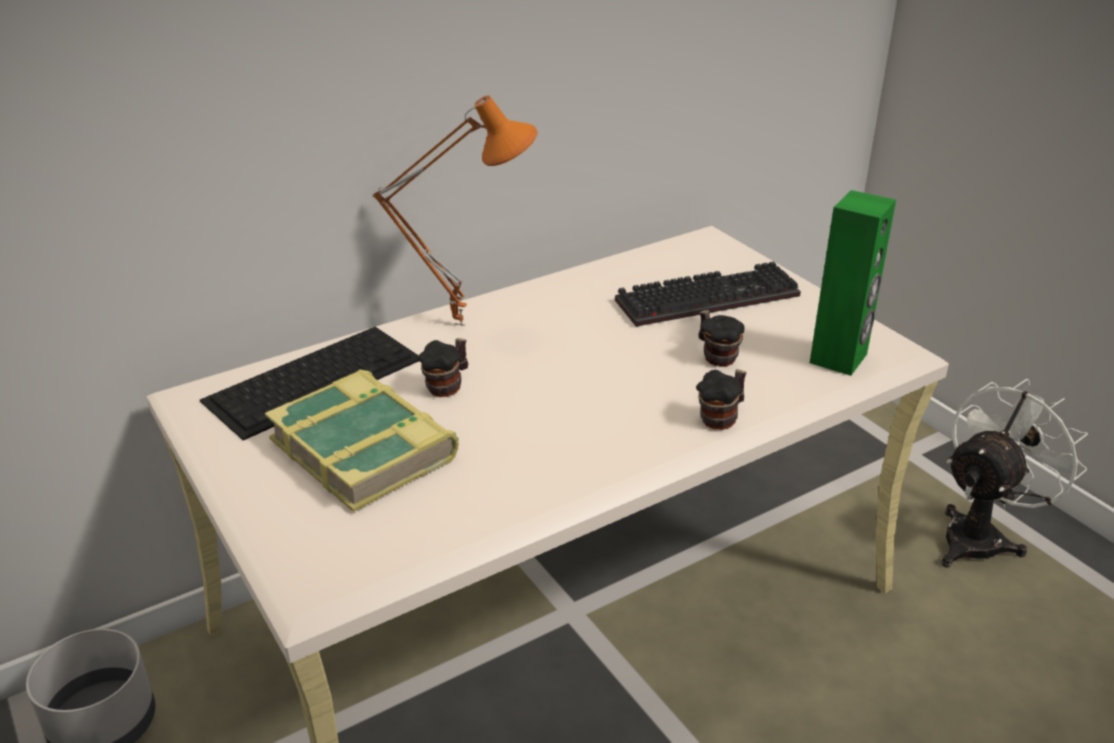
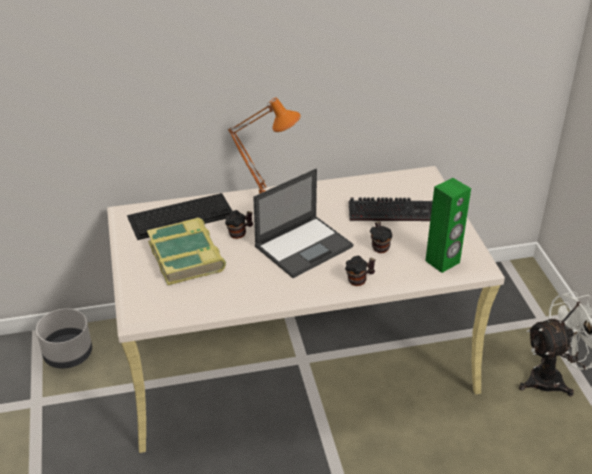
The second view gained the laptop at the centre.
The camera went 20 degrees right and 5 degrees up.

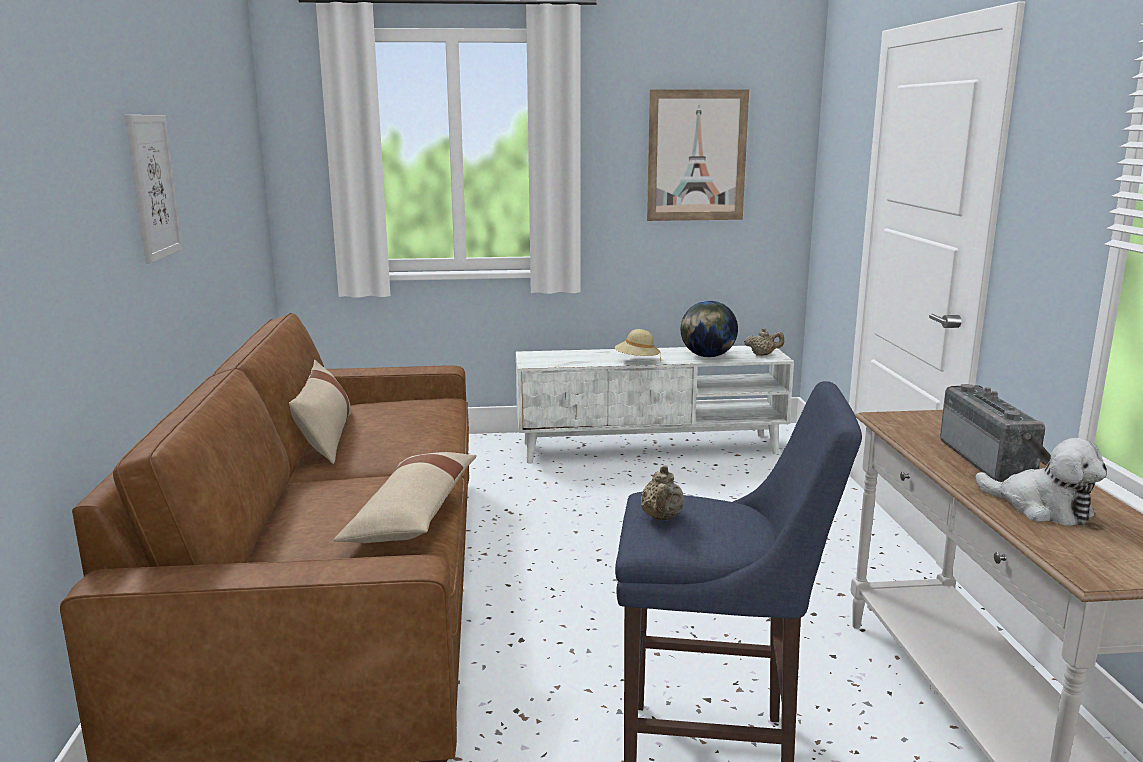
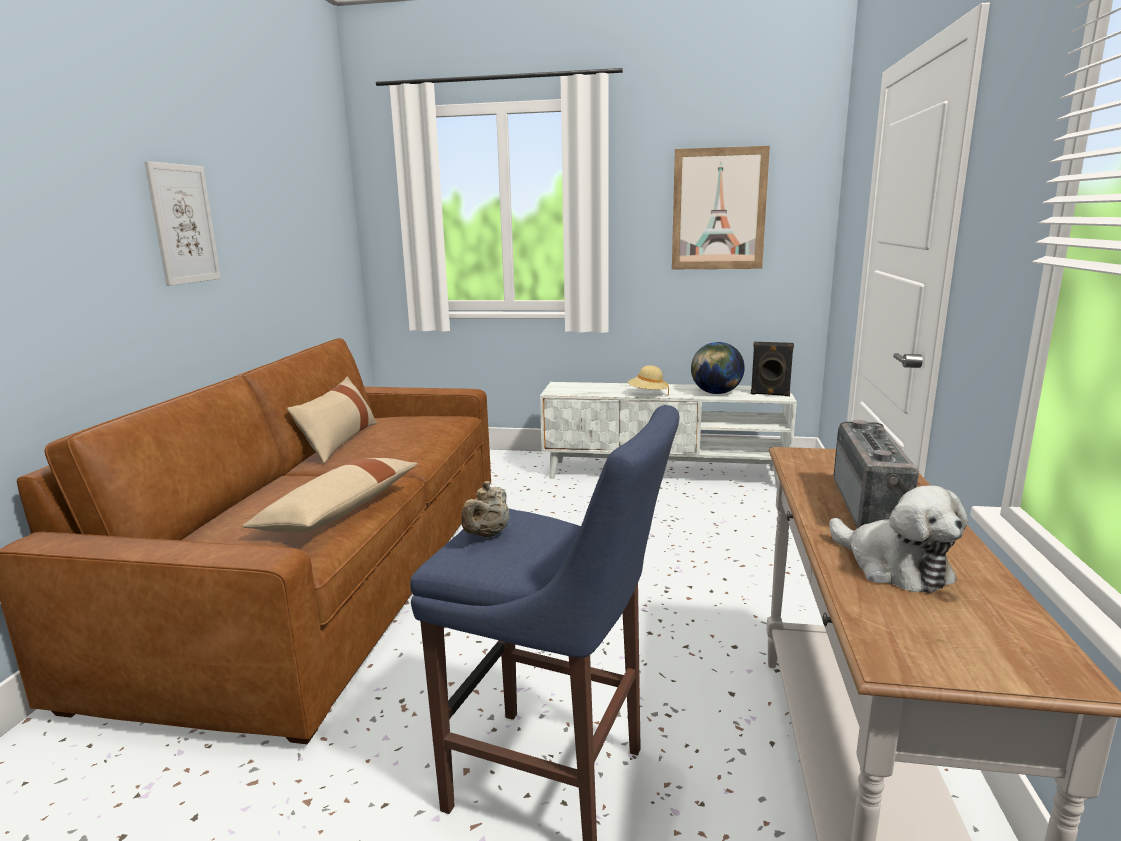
Where the beige-coloured tea pot (no. 2 from left) stood at the middle right, the blackish loudspeaker came to stand at the middle right.
The camera went 15 degrees right and 0 degrees up.

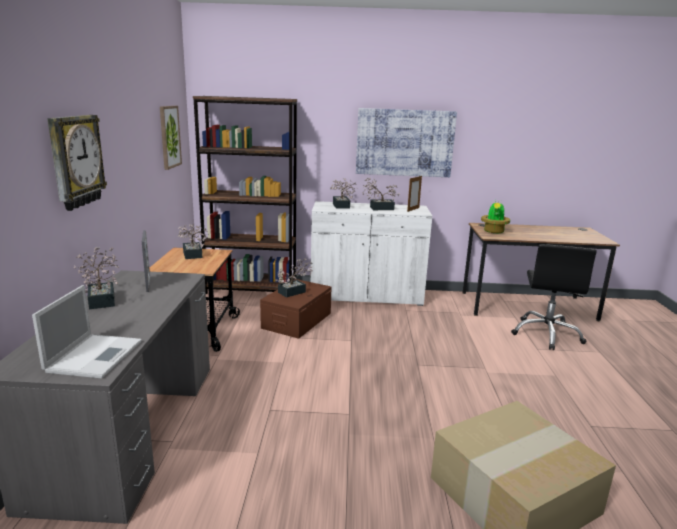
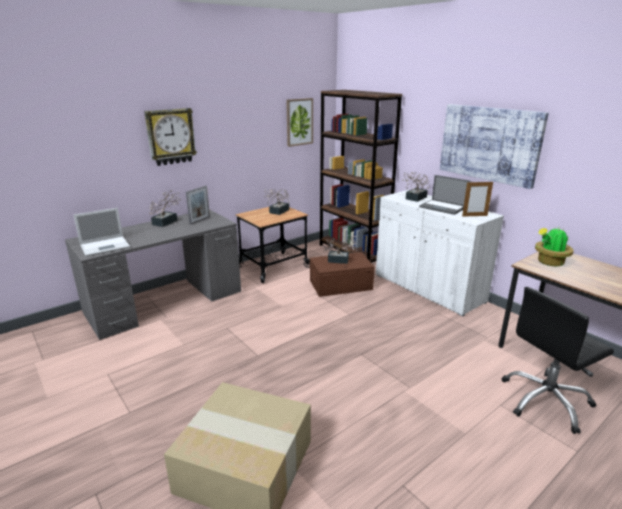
Where the houseplant (no. 5 from left) stood at the centre, the laptop (no. 2 from left) came to stand at the middle right.
The camera went 50 degrees right and 5 degrees up.

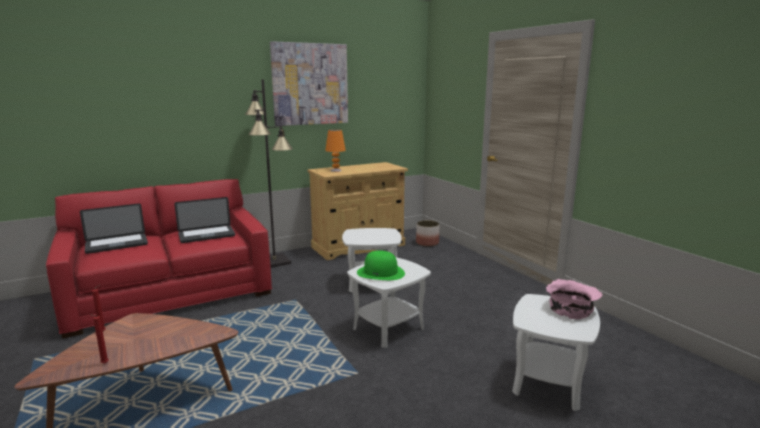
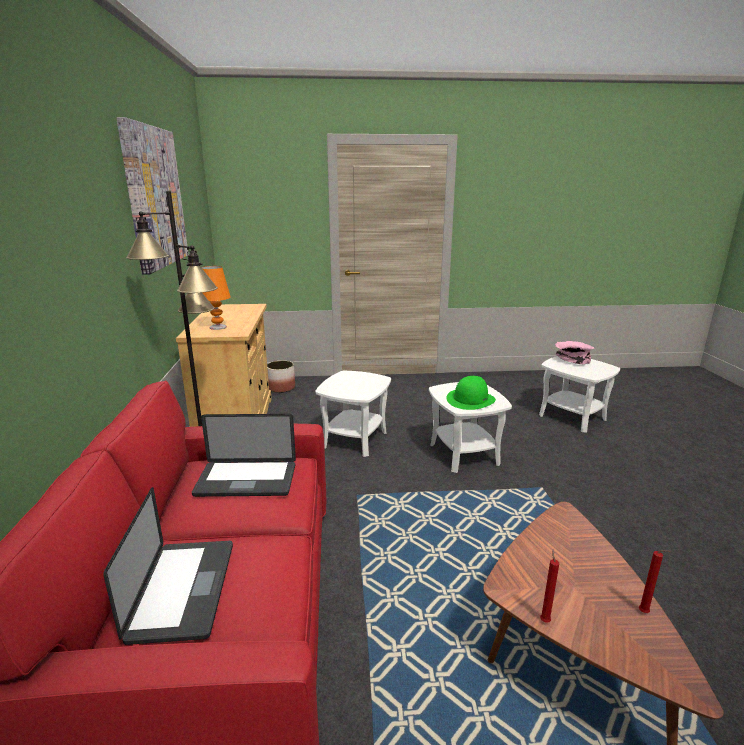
The laptop (no. 2 from left) at the middle left ended up facing another way, 90 degrees clockwise from before.
The camera went 65 degrees left and 5 degrees up.

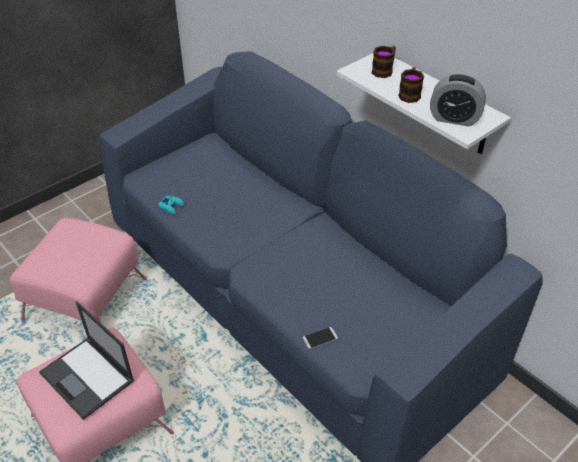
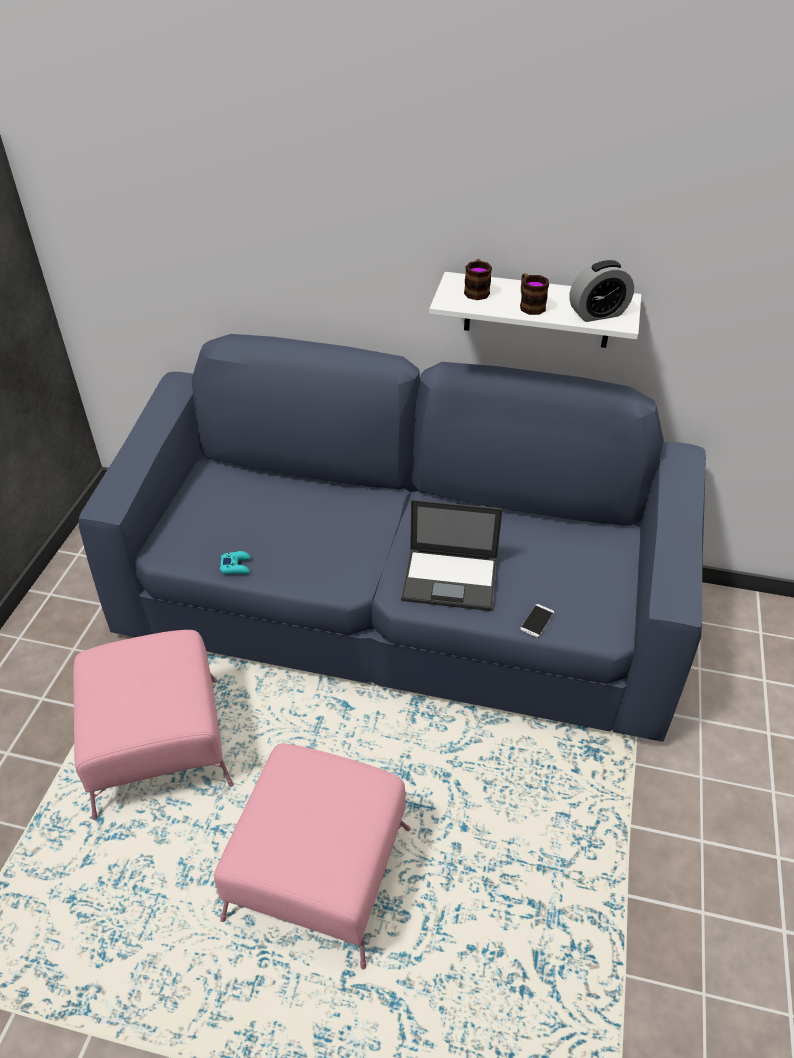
The laptop ended up elsewhere, having gone from the bottom left to the centre.
The camera went 35 degrees left and 0 degrees up.

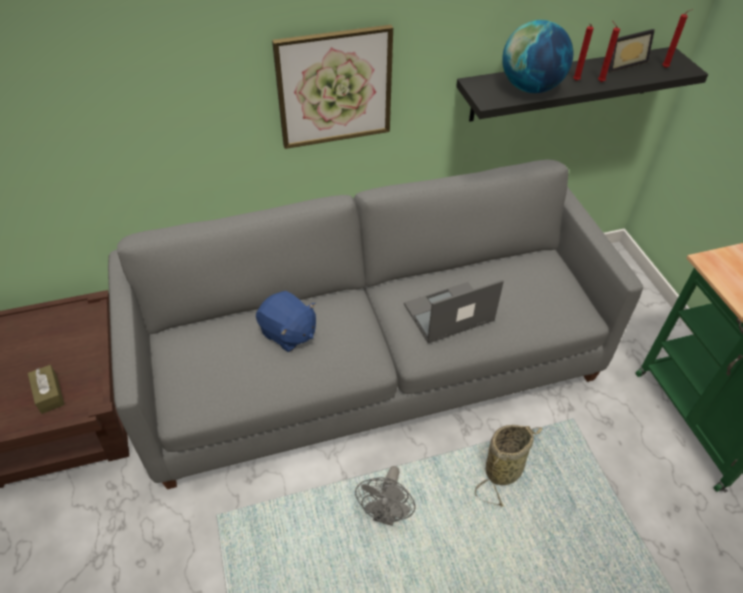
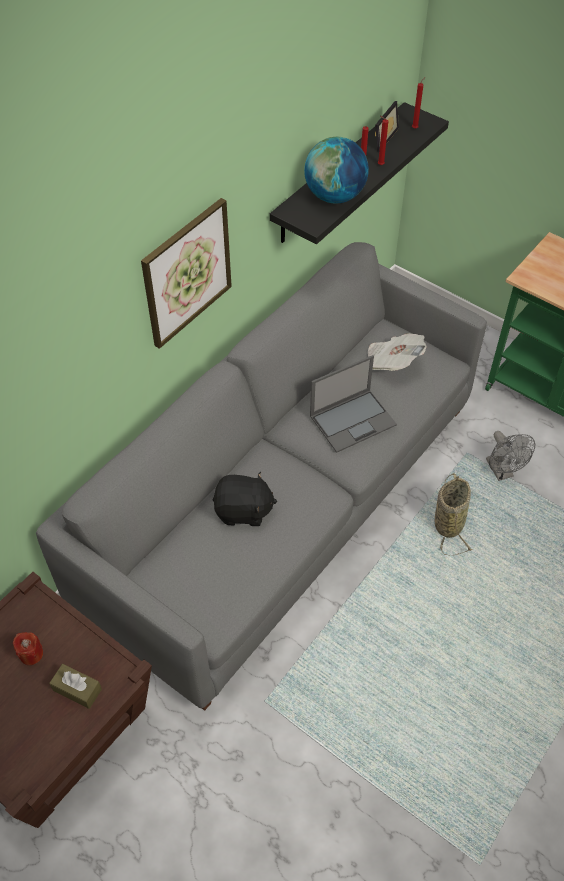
The laptop at the centre ended up facing another way, 150 degrees counterclockwise from before.
What was the blue-coloured cuddly toy at the centre turned into the blackish cuddly toy at the centre.
The greyish cooling fan ended up elsewhere, having gone from the bottom centre to the middle right.
The second view gained the newspaper at the middle right.
The second view gained the reddish wax candle (no. 1 from left) at the bottom left.
The camera went 35 degrees left and 5 degrees up.

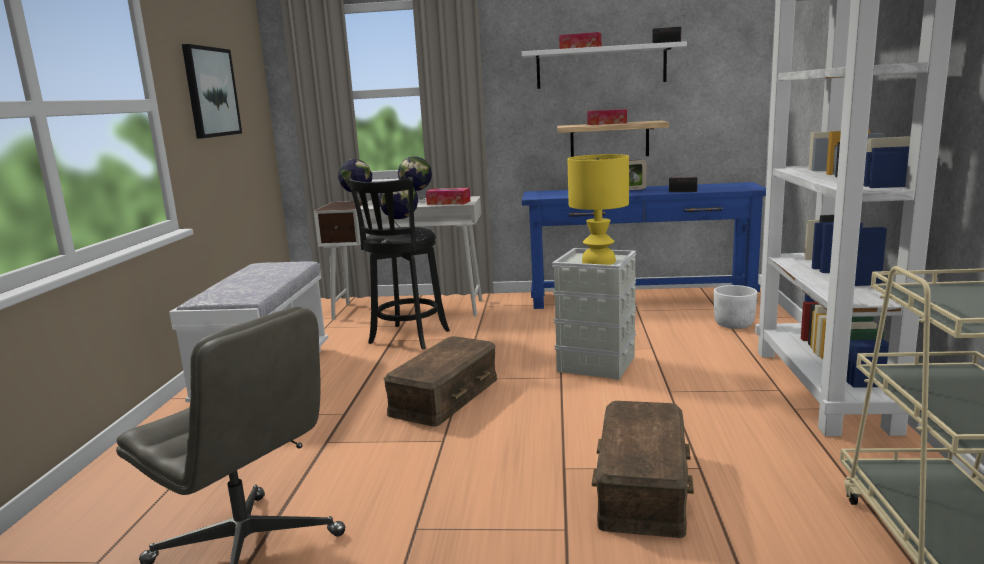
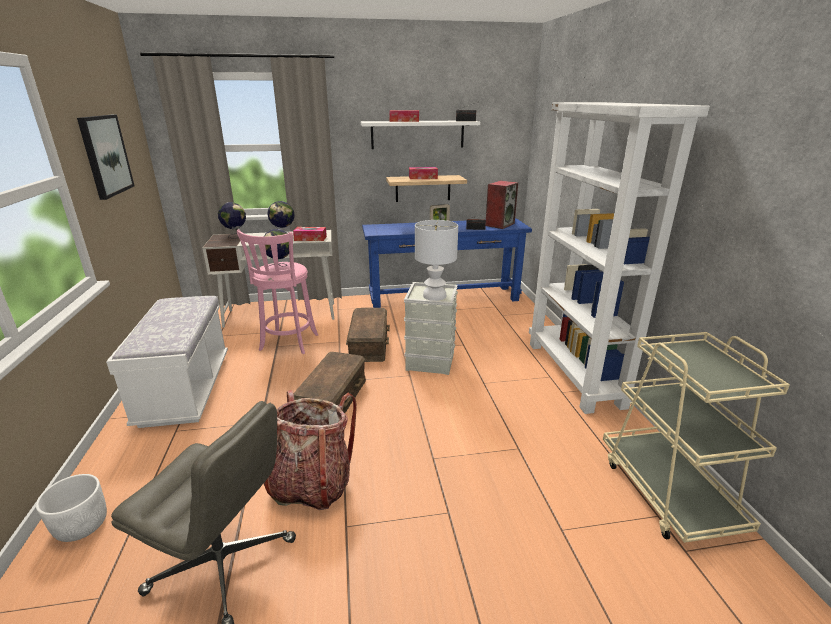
What was the yellow-coloured table lamp at the centre turned into the whitish table lamp at the centre.
What was the blackish stool at the centre turned into the pink stool at the centre.
The whitish flower pot ended up elsewhere, having gone from the middle right to the bottom left.
The brownish storage container (no. 2 from left) ended up elsewhere, having gone from the bottom centre to the centre.
The second view gained the loudspeaker at the top centre.
The second view gained the rucksack at the bottom centre.
The camera went 15 degrees left and 10 degrees up.

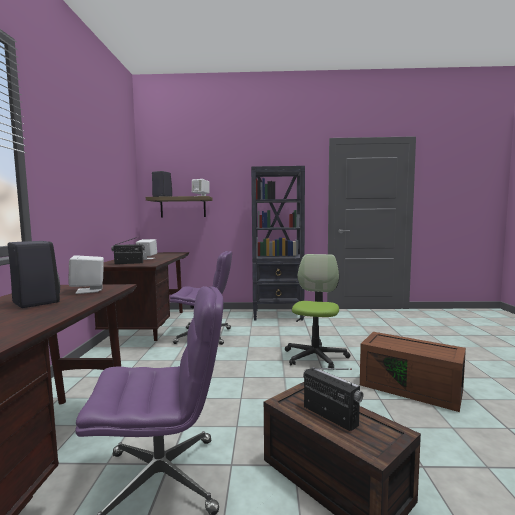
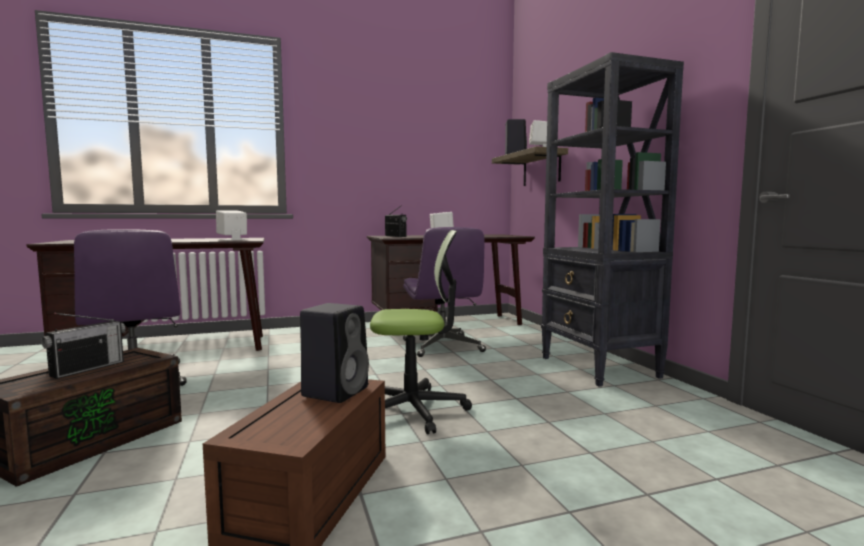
The blackish loudspeaker (no. 1 from left) ended up elsewhere, having gone from the middle left to the centre.
The camera went 70 degrees right and 0 degrees up.

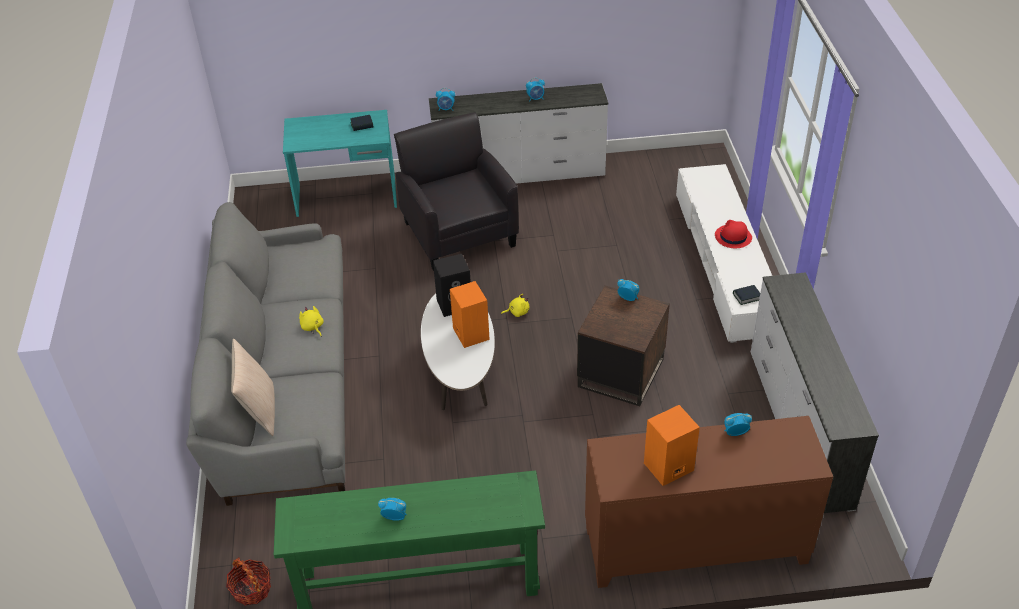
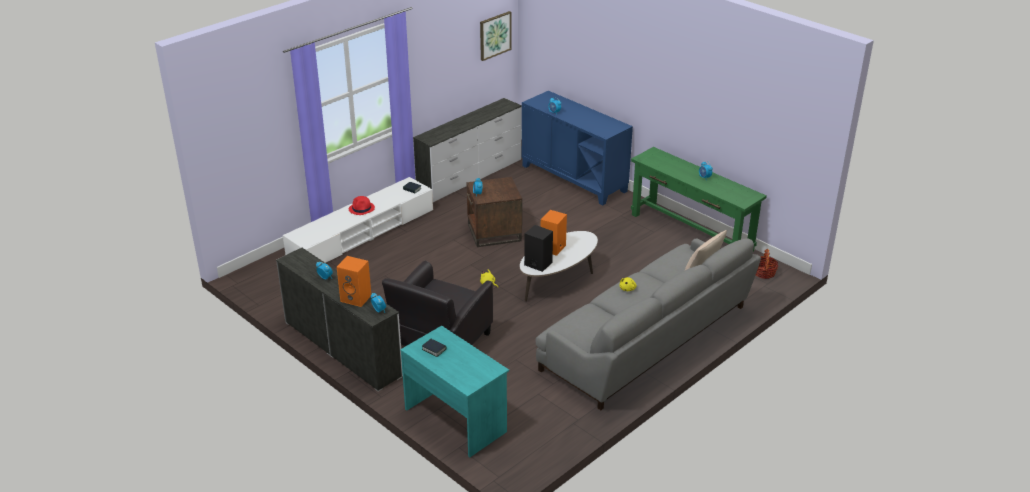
The orangey loudspeaker (no. 2 from left in the first image) ended up elsewhere, having gone from the bottom centre to the centre.
What was the brownish storage cabinet at the bottom right turned into the blue-coloured storage cabinet at the top centre.
The second view gained the picture at the top centre.
The camera went 130 degrees left and 10 degrees down.

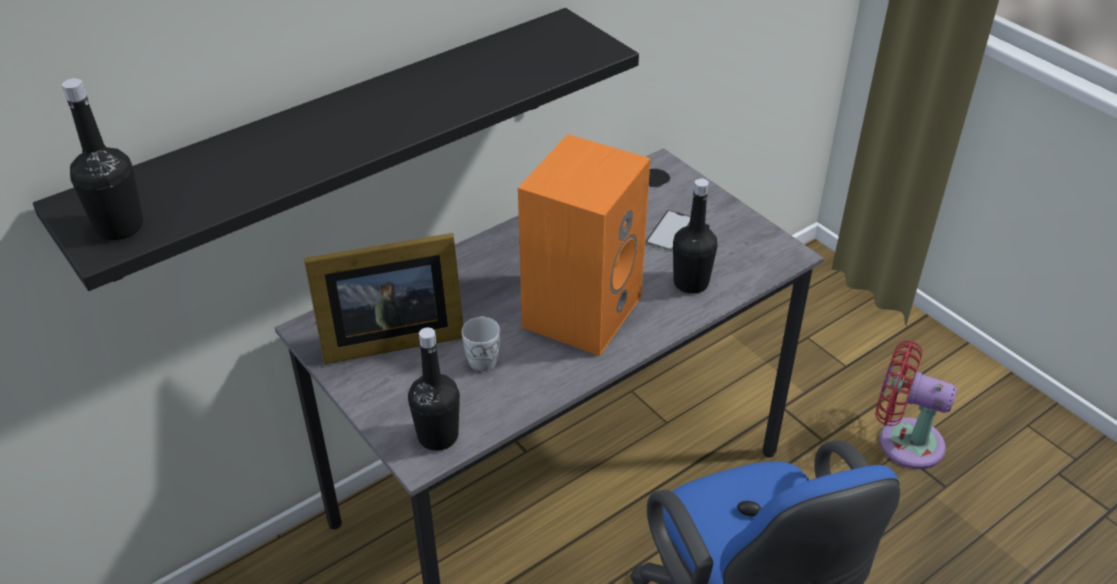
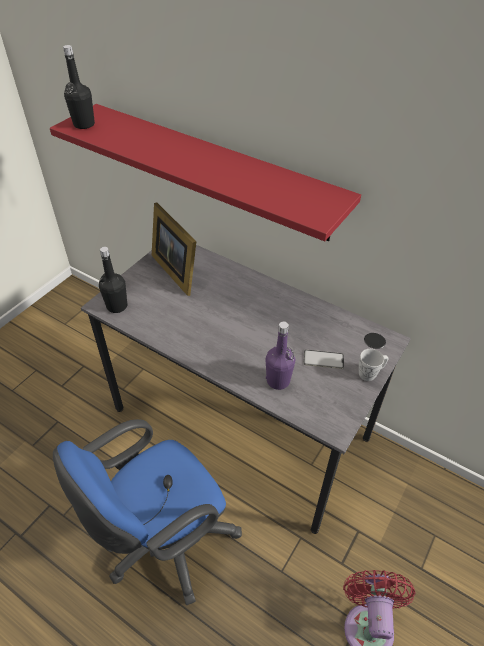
What was the blackish bracket shelf at the top left turned into the reddish bracket shelf at the top centre.
The second view lost the orangey loudspeaker at the centre.
What was the blackish bottle (no. 3 from left) at the centre turned into the purple-coloured bottle at the centre.
The whitish tea mug ended up elsewhere, having gone from the centre to the middle right.
The camera went 70 degrees right and 5 degrees up.

